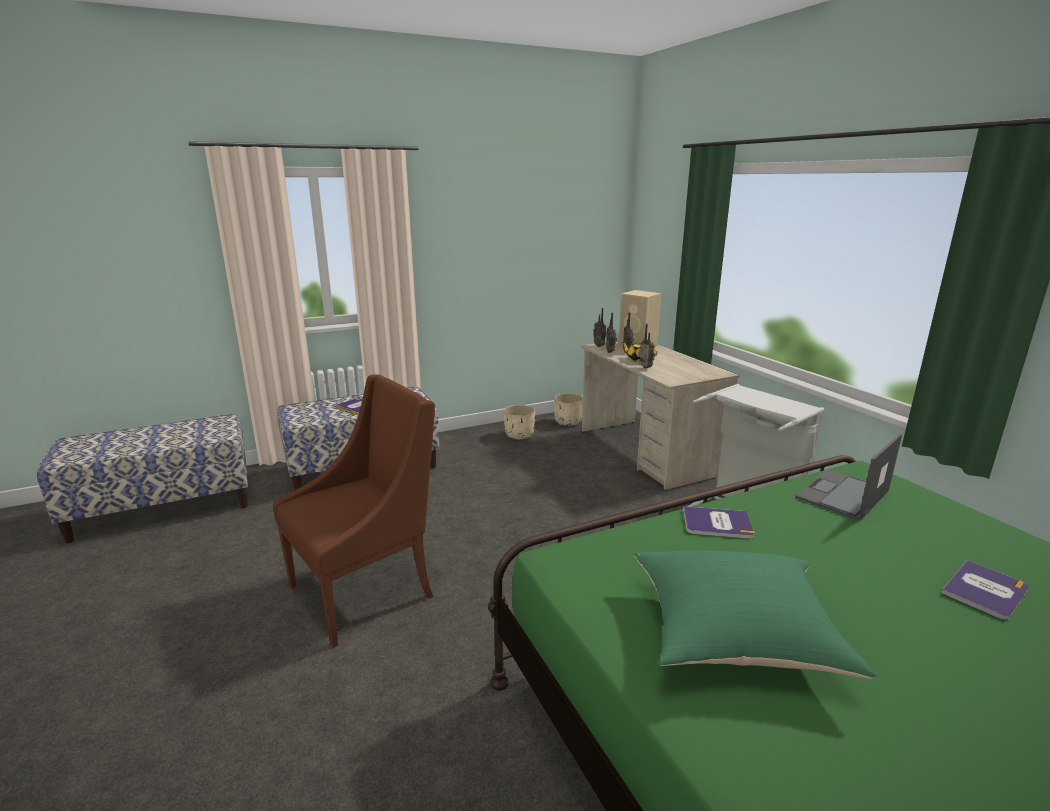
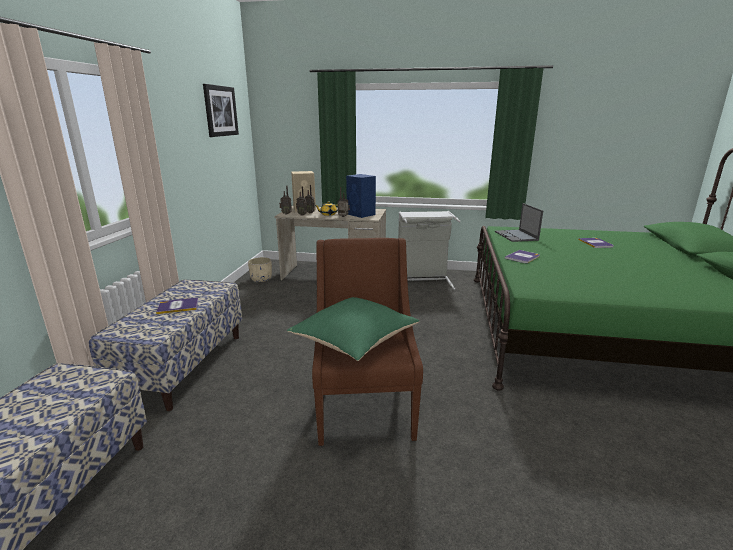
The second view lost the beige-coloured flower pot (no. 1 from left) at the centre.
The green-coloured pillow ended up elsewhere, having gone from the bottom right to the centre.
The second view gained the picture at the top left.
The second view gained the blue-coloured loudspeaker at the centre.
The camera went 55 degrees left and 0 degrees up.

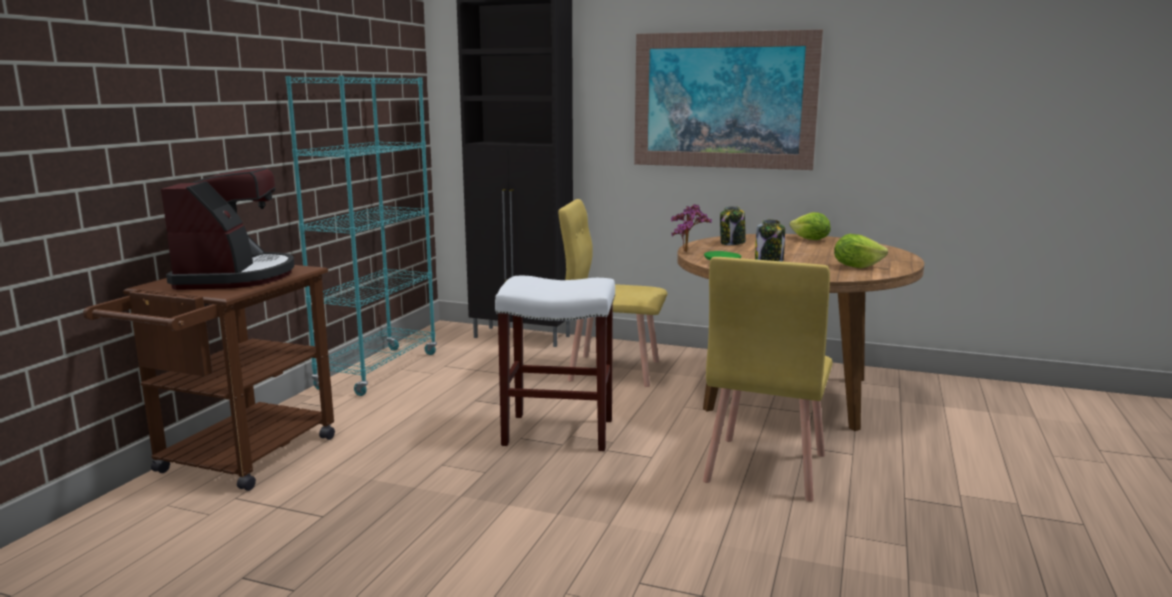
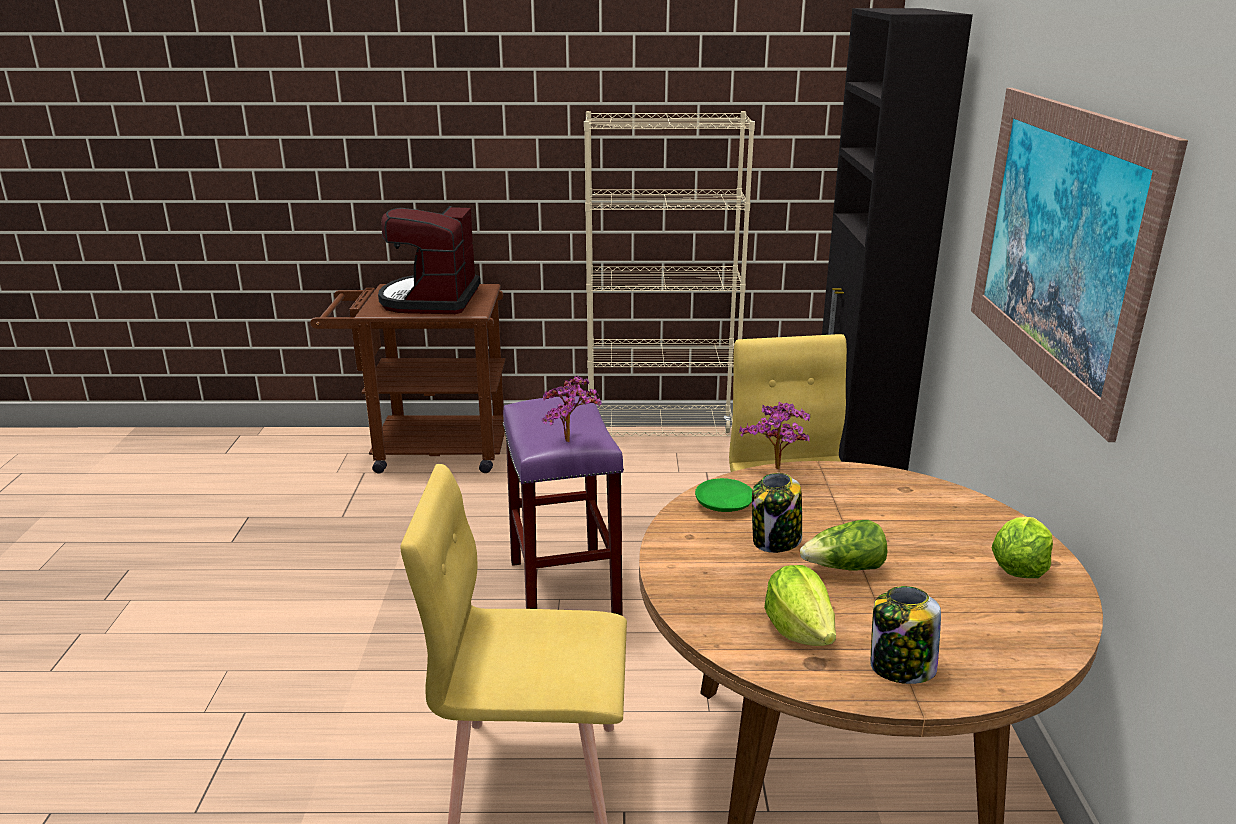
What was the blue-green bookshelf at the middle left turned into the beige-coloured bookshelf at the top centre.
The coffee brewer at the middle left ended up facing another way, 120 degrees clockwise from before.
The jar (no. 1 from left in the first image) ended up elsewhere, having gone from the centre to the bottom right.
What was the whitish stool at the centre turned into the purple-coloured stool at the centre.
The second view gained the houseplant (no. 1 from left) at the centre.
The second view gained the lettuce head (no. 2 from left) at the middle right.
The camera went 70 degrees right and 10 degrees up.

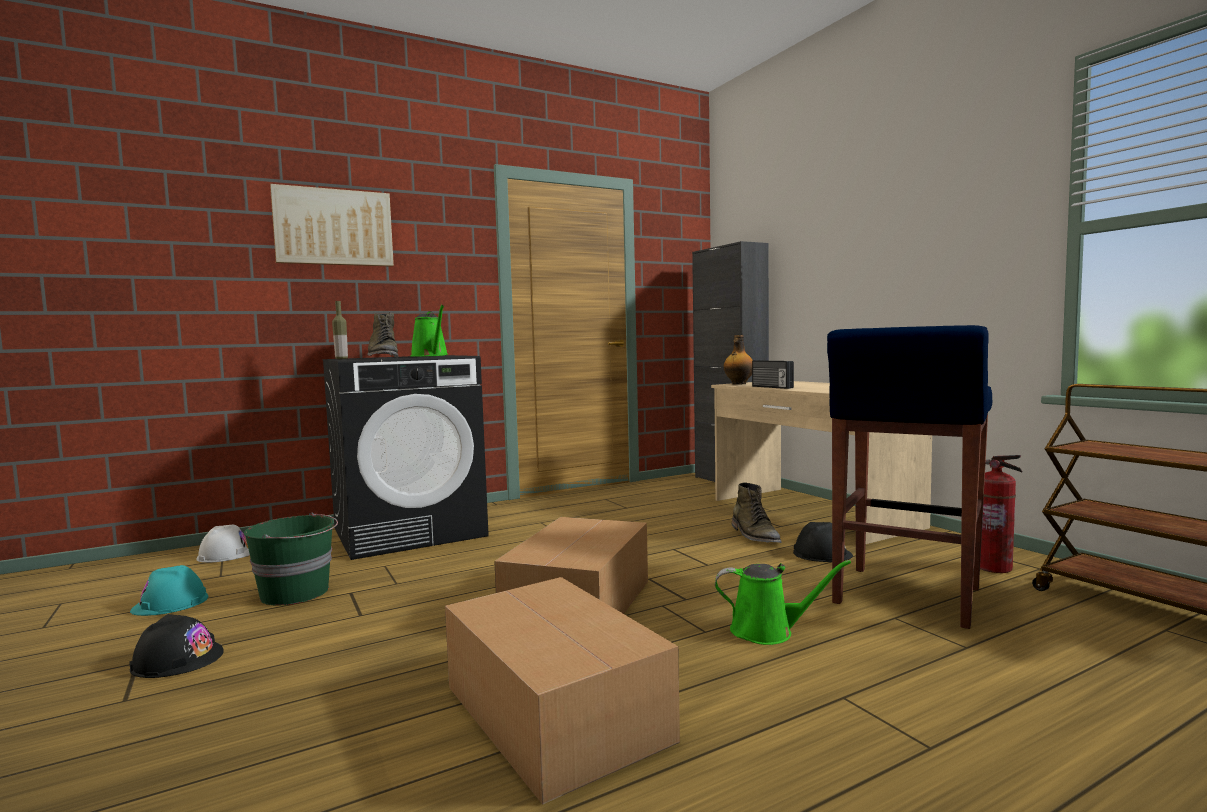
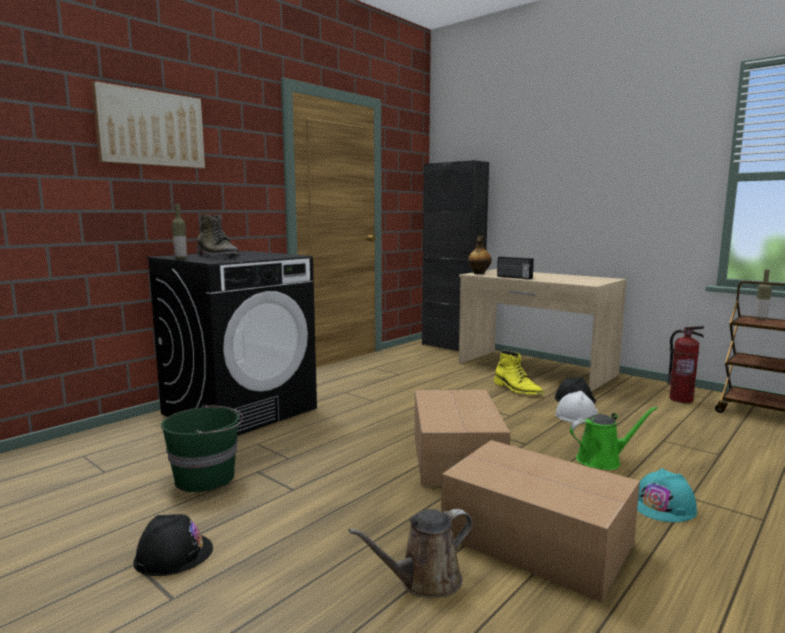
The second view lost the green-coloured watering pot (no. 1 from left) at the centre.
The second view lost the blue-coloured stool at the middle right.
What was the green-coloured high-top boot (no. 2 from left) at the centre turned into the yellow-coloured high-top boot at the centre.
The whitish safety helmet ended up elsewhere, having gone from the bottom left to the middle right.
The blue-green safety helmet ended up elsewhere, having gone from the bottom left to the bottom right.
The second view gained the bottle (no. 3 from left) at the middle right.
The second view gained the brownish watering pot at the bottom centre.
The camera went 20 degrees left and 5 degrees up.

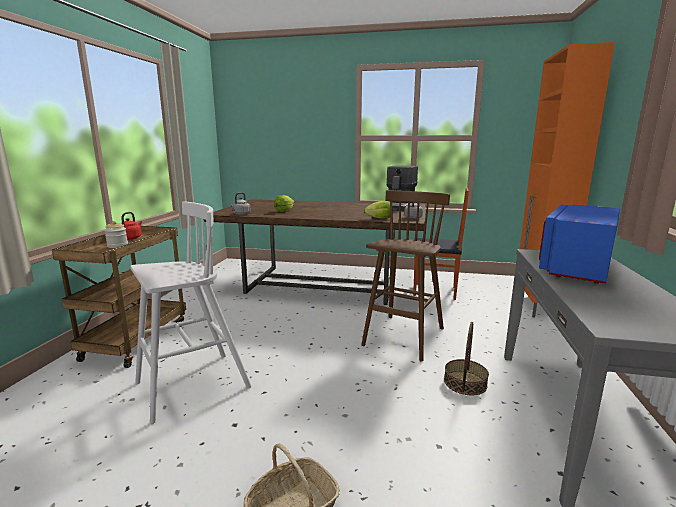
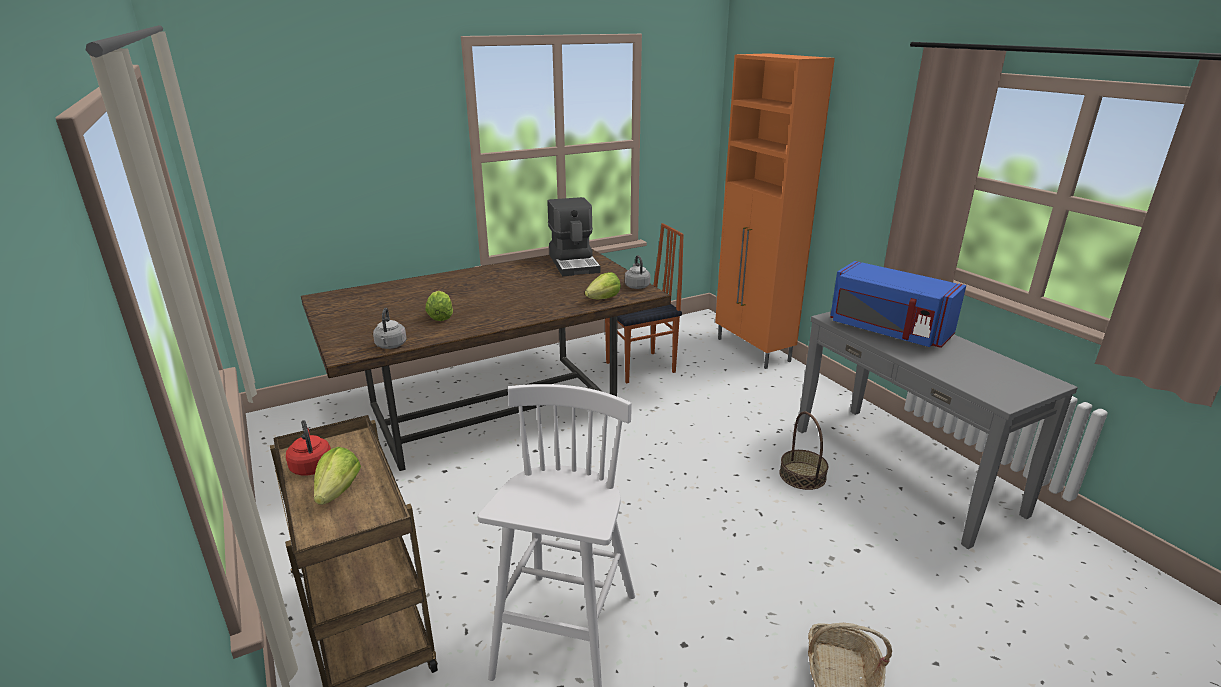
The second view lost the brownish stool at the centre.
The blue-coloured kitchen microwave at the middle right ended up facing another way, 45 degrees counterclockwise from before.
Where the jar stood at the middle left, the lettuce head (no. 1 from left) came to stand at the bottom left.
The camera went 40 degrees left and 10 degrees up.

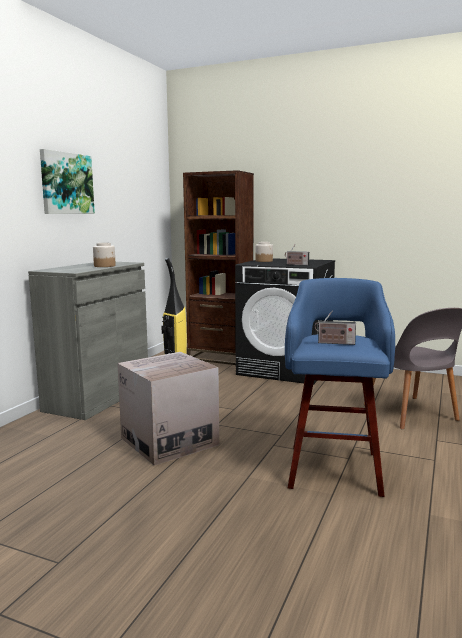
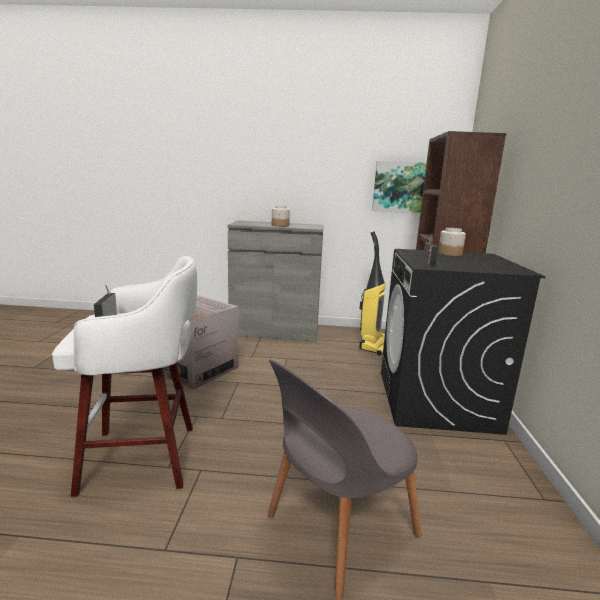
The picture ended up elsewhere, having gone from the top left to the top centre.
What was the blue-coloured stool at the middle right turned into the whitish stool at the middle left.
The camera went 70 degrees right and 5 degrees up.

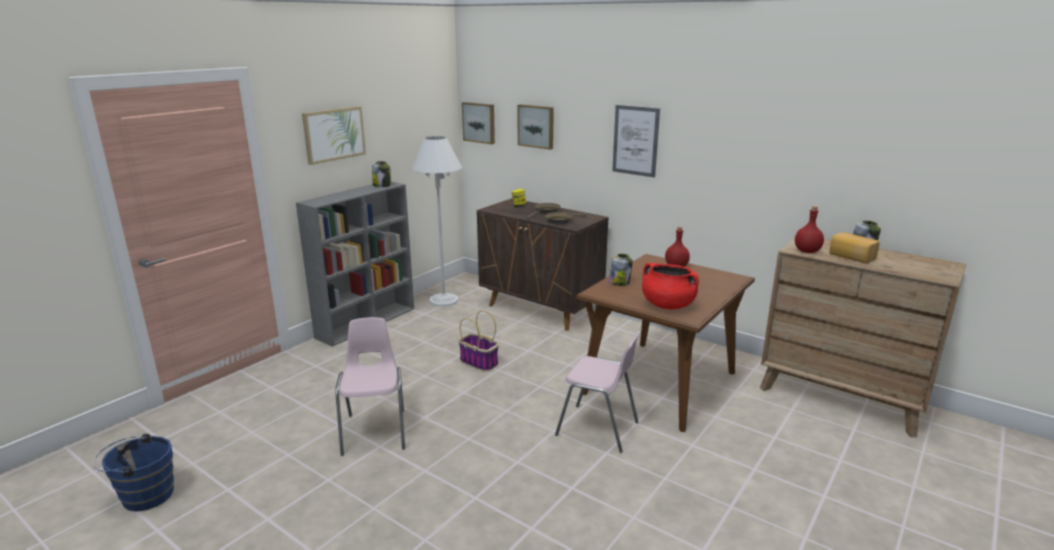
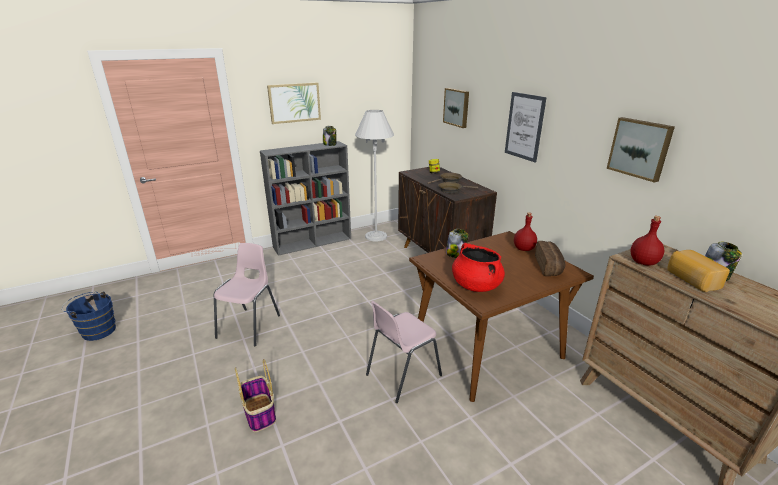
The picture (no. 2 from left in the first image) ended up elsewhere, having gone from the top centre to the top right.
The household basket ended up elsewhere, having gone from the centre to the bottom left.
The pink plain chair (no. 2 from left) at the bottom centre ended up facing another way, 90 degrees clockwise from before.
The second view gained the bakery bread (no. 1 from left) at the middle right.
The camera went 25 degrees right and 5 degrees up.

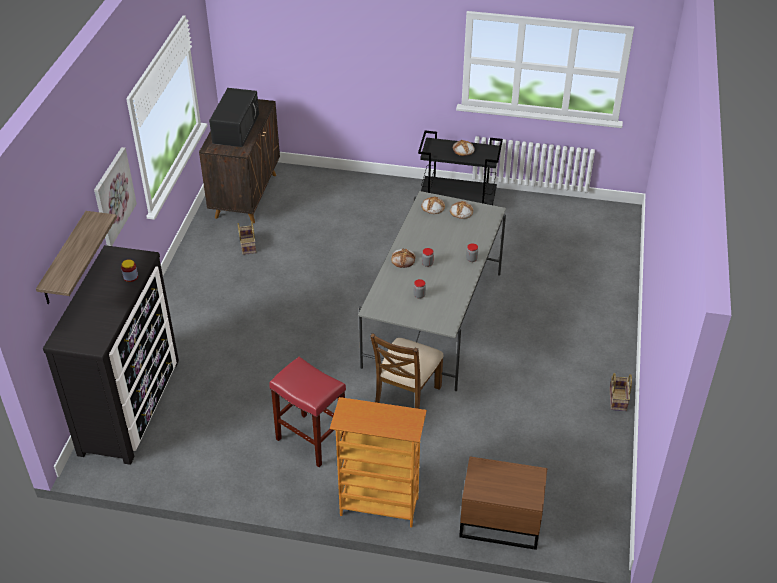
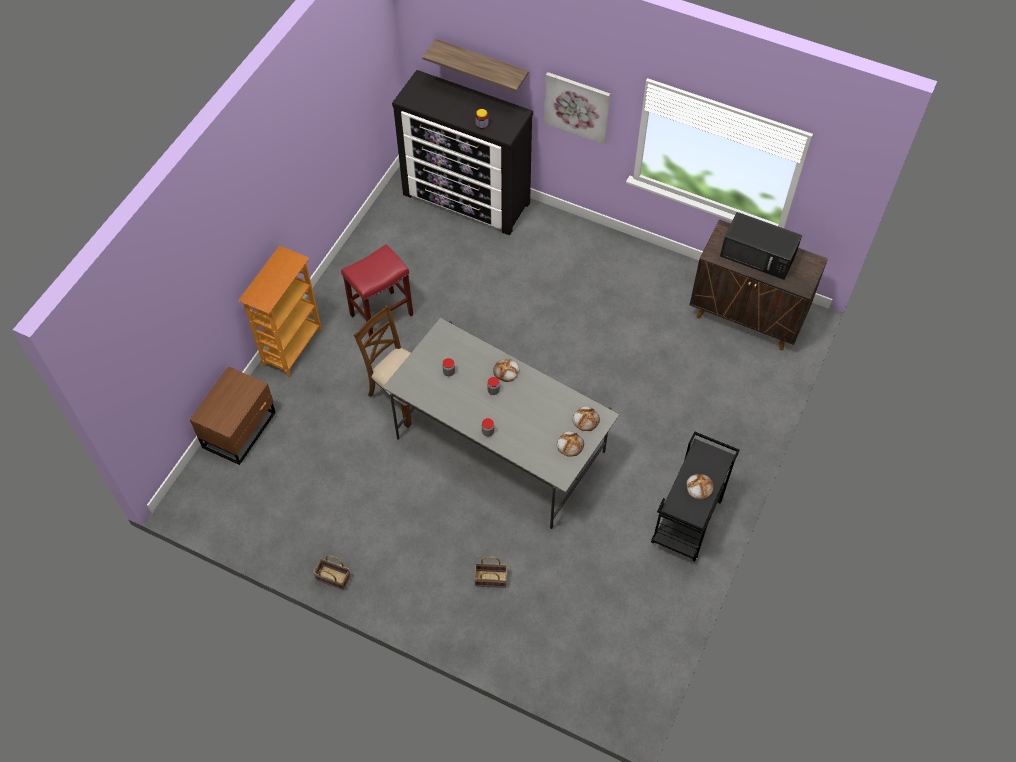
The household basket (no. 1 from left in the first image) ended up elsewhere, having gone from the middle left to the bottom centre.
The camera went 105 degrees right and 15 degrees up.

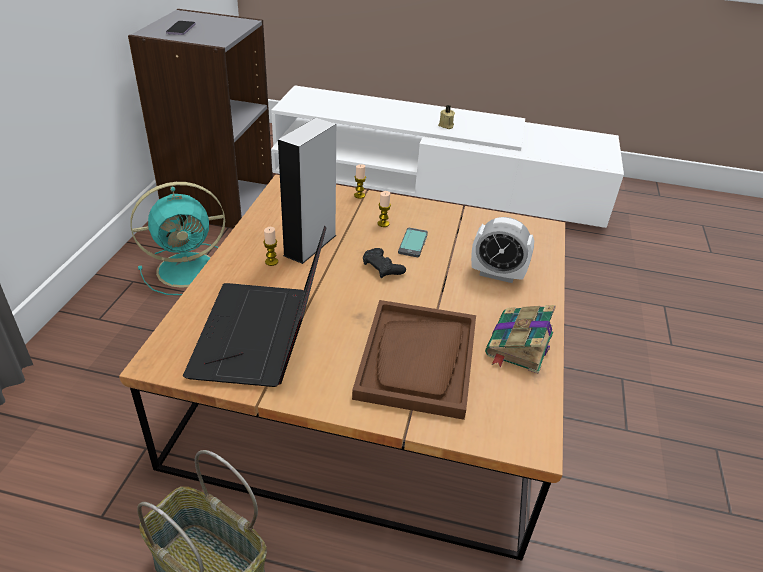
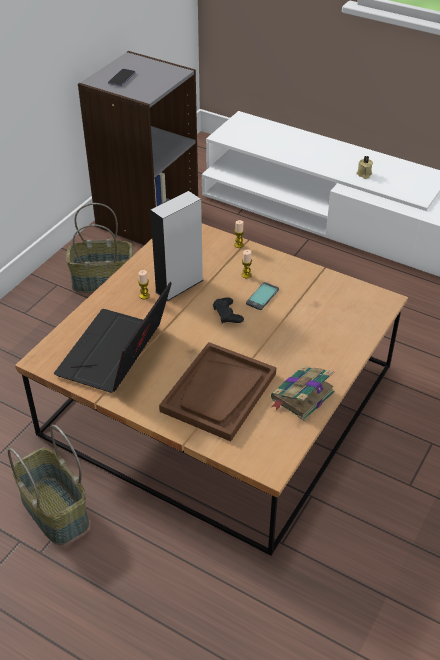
Where the blue-green cooling fan stood at the middle left, the household basket (no. 2 from left) came to stand at the middle left.
The second view lost the alarm clock at the centre.
The camera went 20 degrees right and 5 degrees up.

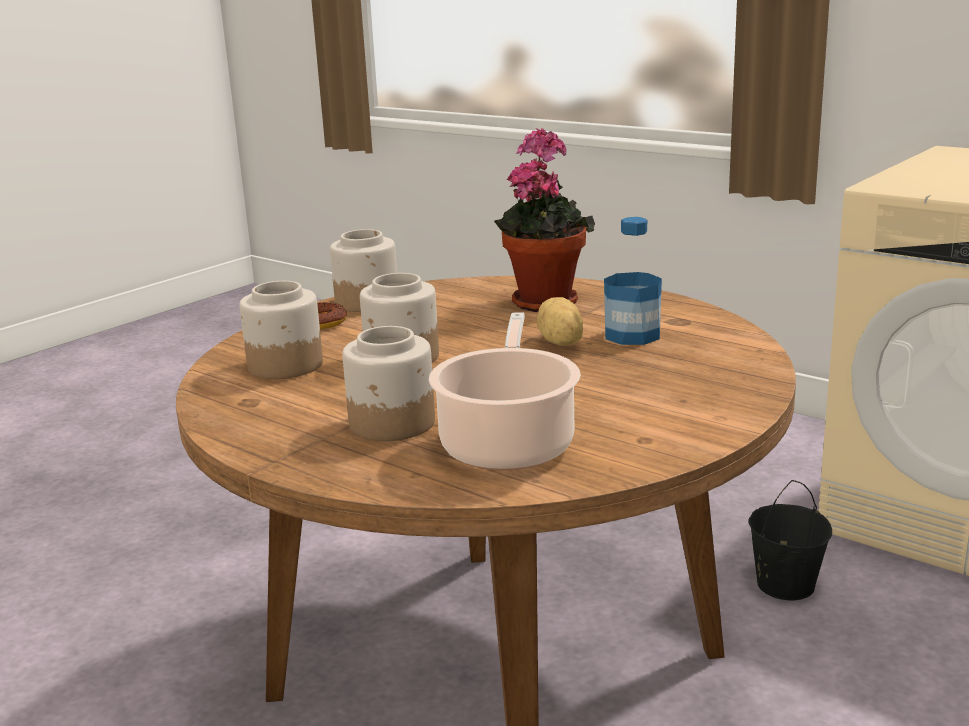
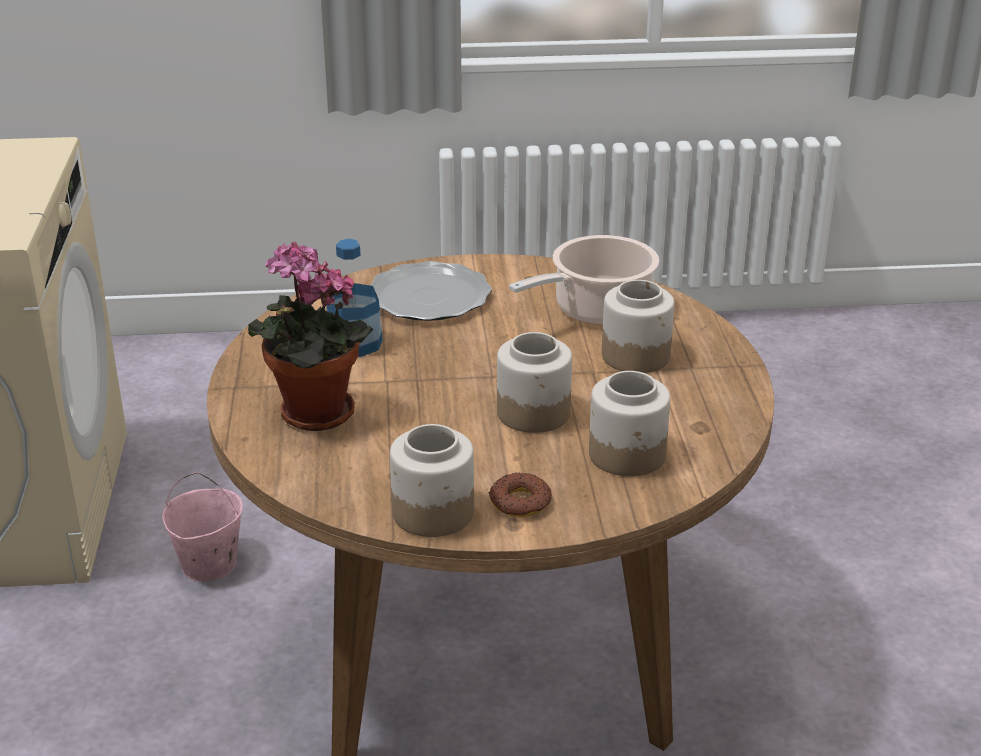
The second view lost the spud at the centre.
What was the blackish pail at the bottom right turned into the pink pail at the bottom left.
The second view gained the flat dish at the centre.
The camera went 135 degrees left and 10 degrees up.

